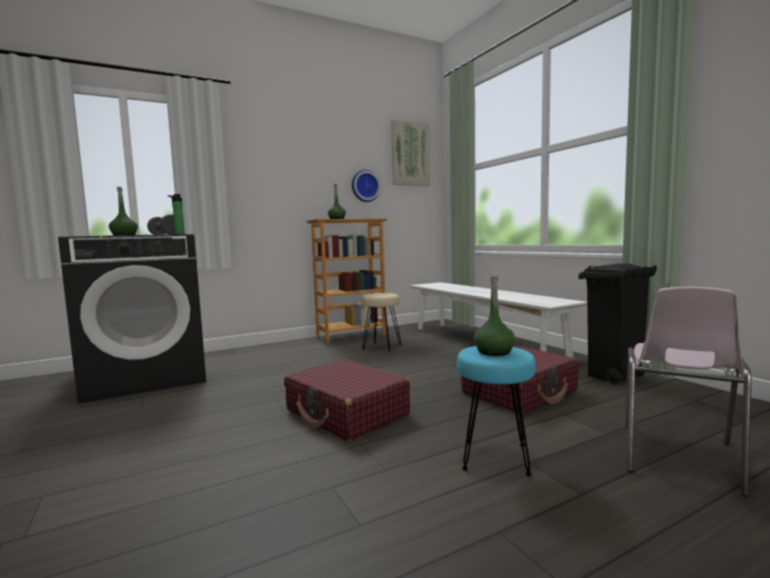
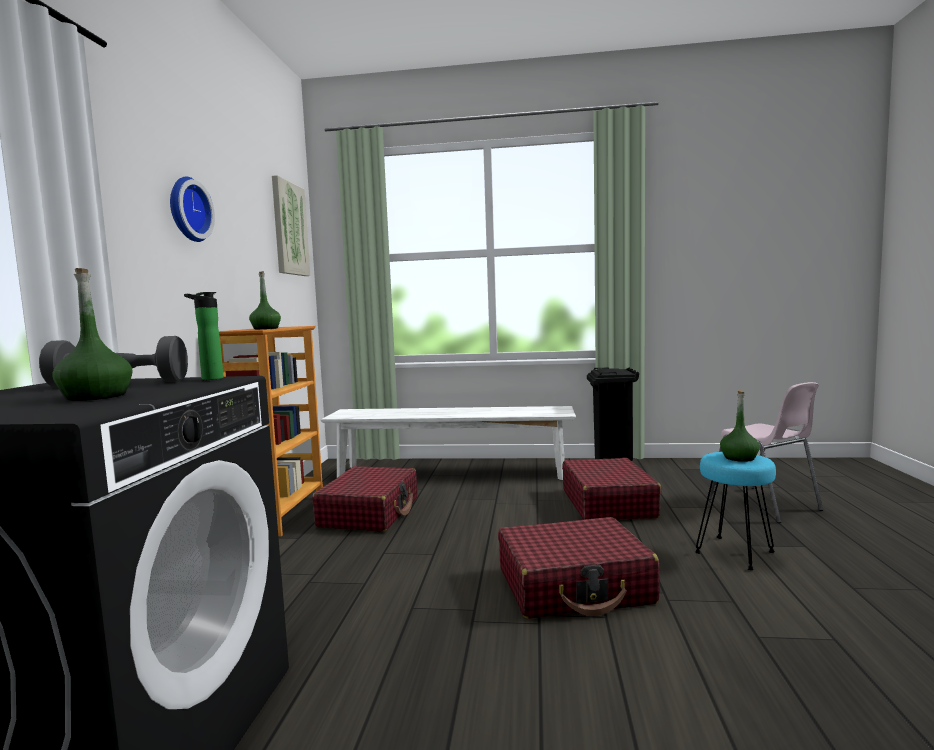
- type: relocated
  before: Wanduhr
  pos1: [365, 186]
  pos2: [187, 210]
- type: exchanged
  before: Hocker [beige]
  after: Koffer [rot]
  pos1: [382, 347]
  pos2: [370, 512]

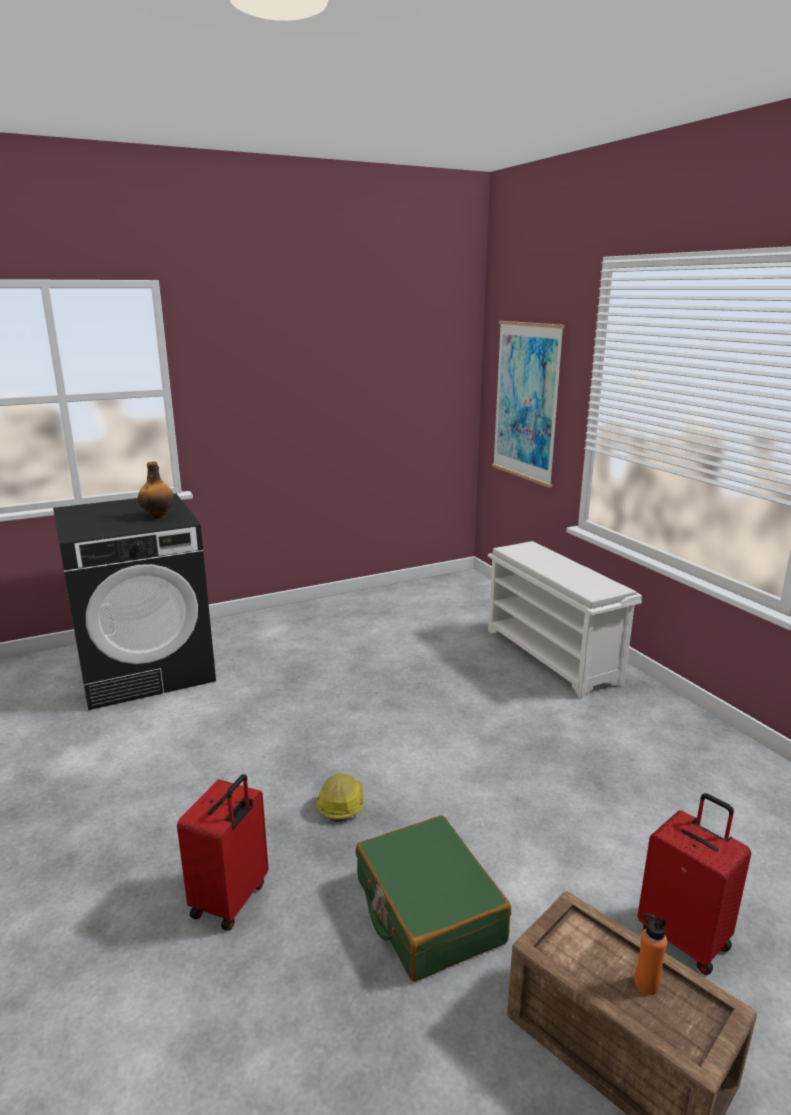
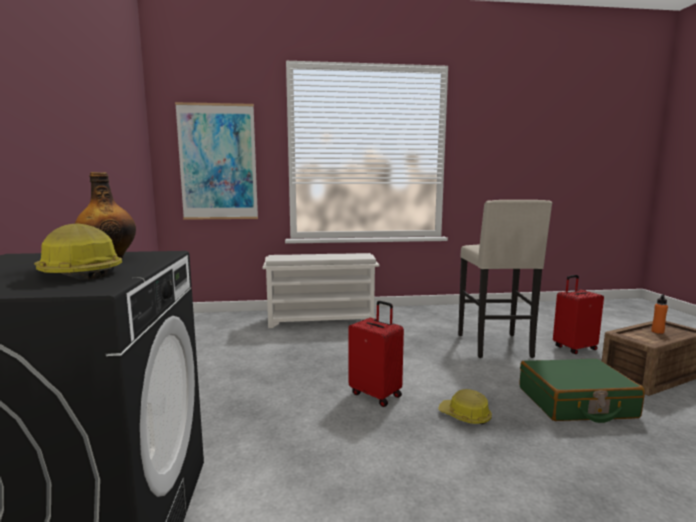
- type: appeared
  after: Schutzhelm
  pos2: [77, 273]
- type: relocated
  before: Koffer [rot]
  pos1: [231, 900]
  pos2: [376, 394]
- type: appeared
  after: Hocker [beige]
  pos2: [496, 346]

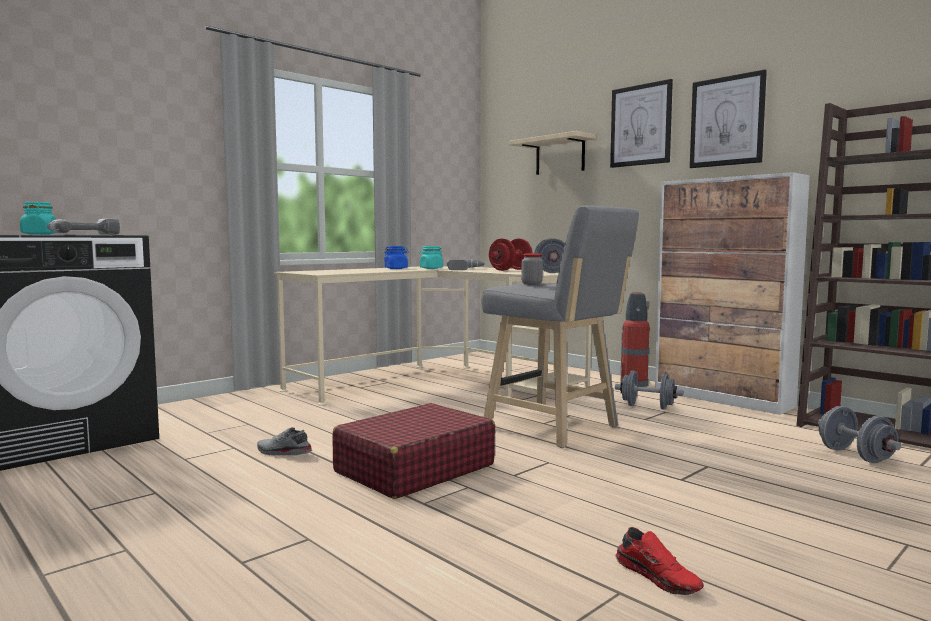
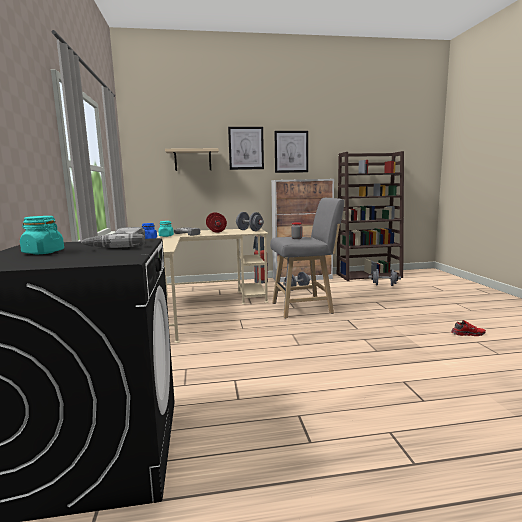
- type: missing
  before: Schuh [grau]
  pos1: [283, 453]
- type: missing
  before: Koffer [rot]
  pos1: [414, 469]

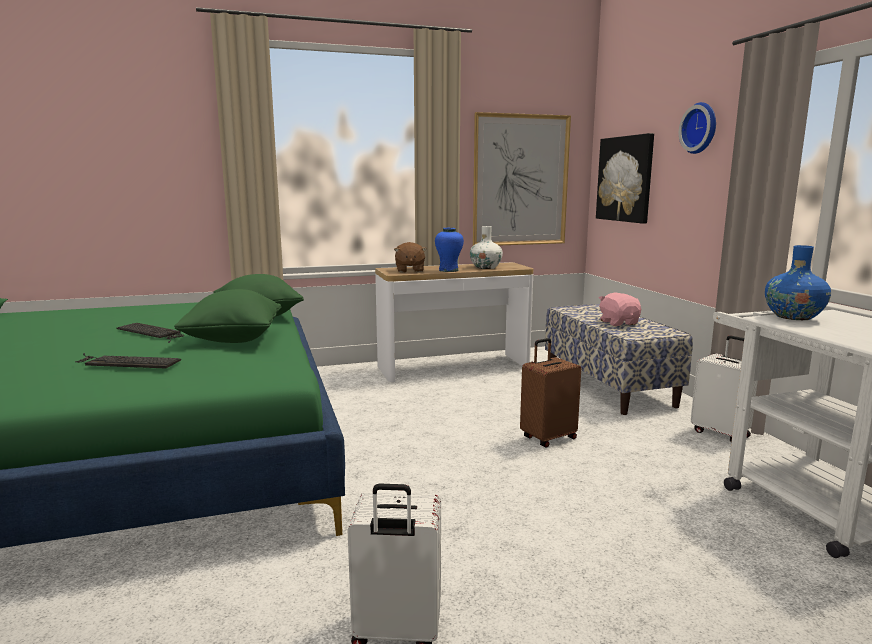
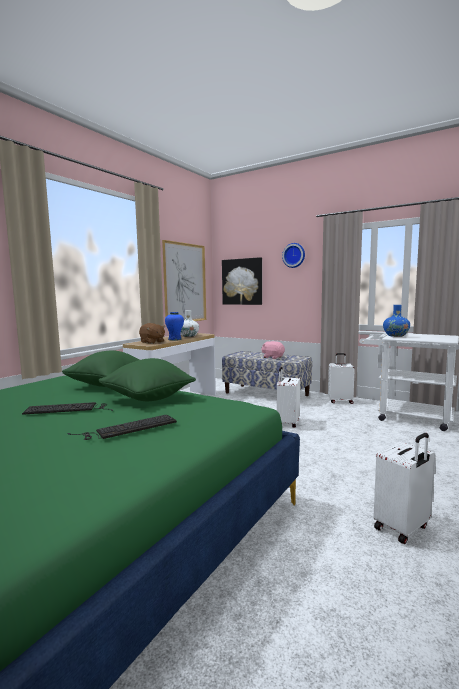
- type: colour
  before: Koffer [braun]
  after: Koffer [weiß]
  pos1: [547, 438]
  pos2: [287, 423]

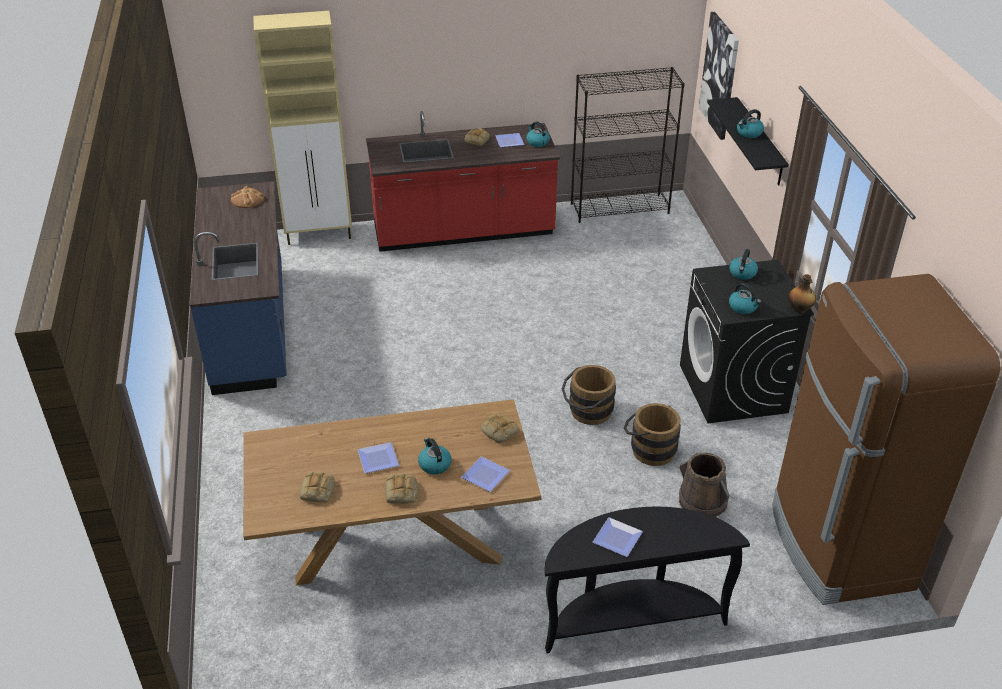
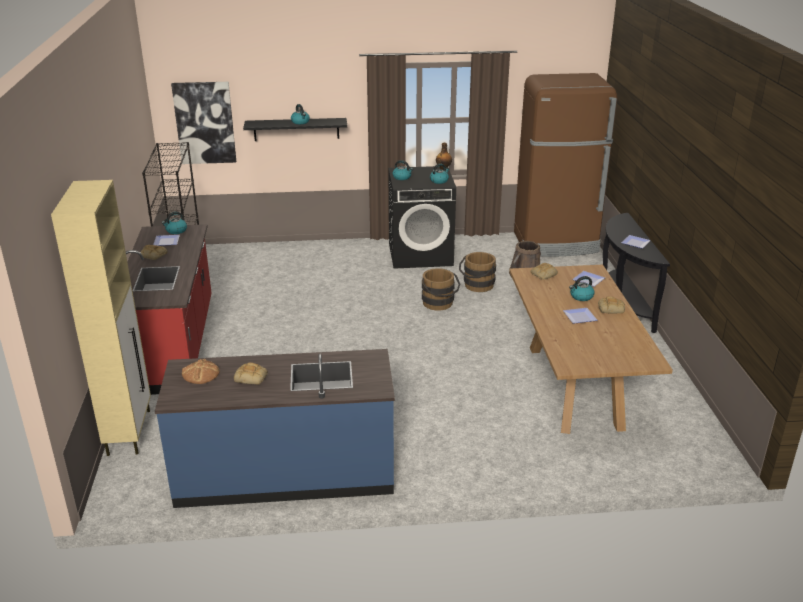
- type: relocated
  before: Brot
  pos1: [318, 490]
  pos2: [251, 377]

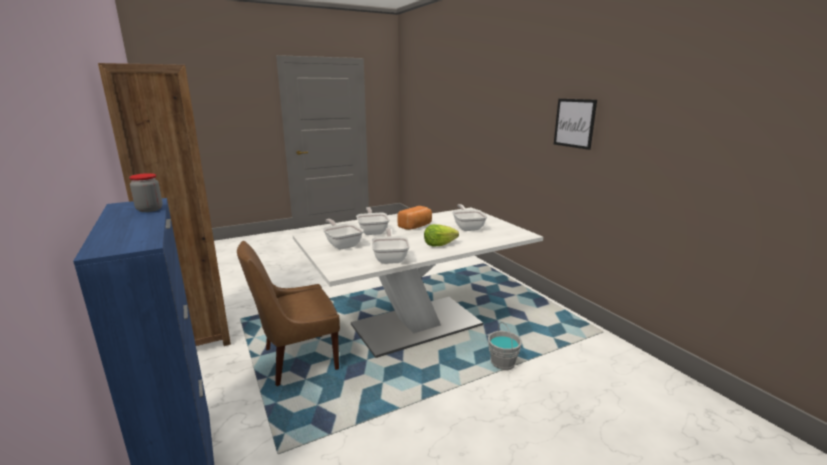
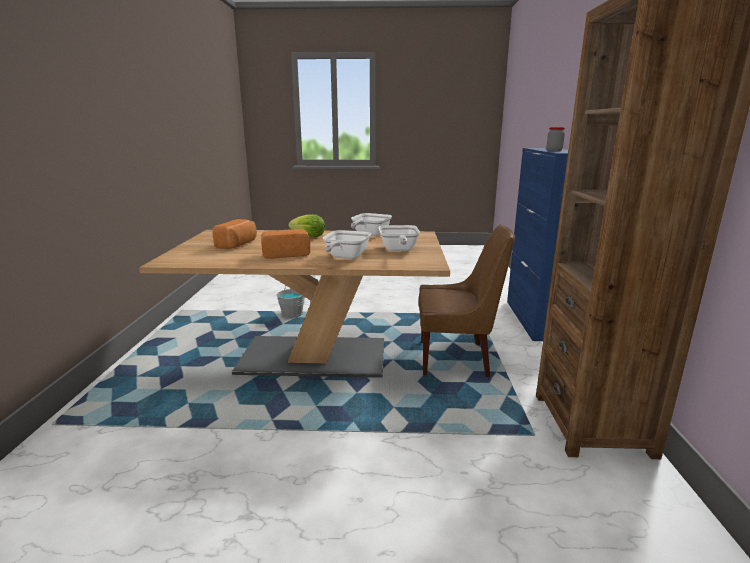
- type: colour
  before: Esstisch [weiß]
  after: Esstisch [braun]
  pos1: [416, 325]
  pos2: [313, 357]
- type: exchanged
  before: Pfanne
  after: Brot
  pos1: [468, 227]
  pos2: [238, 244]
- type: missing
  before: Bild
  pos1: [574, 123]

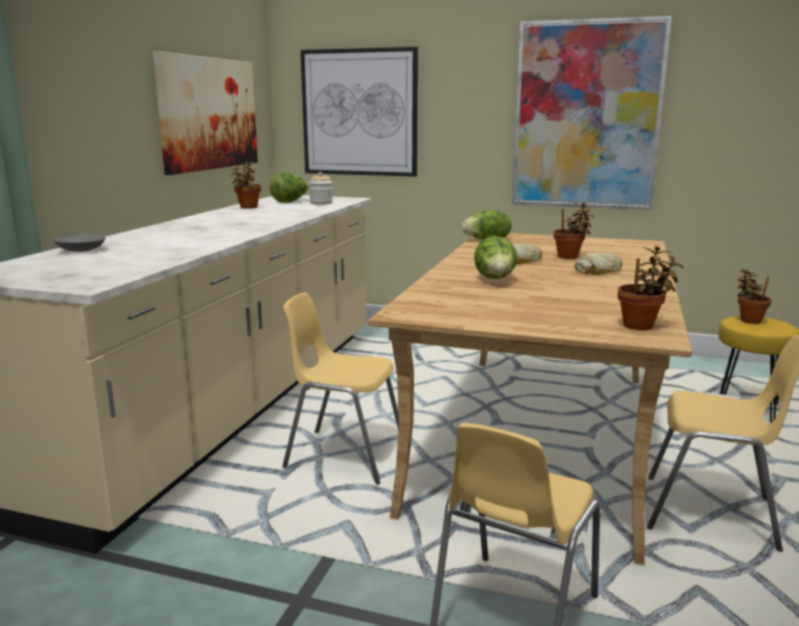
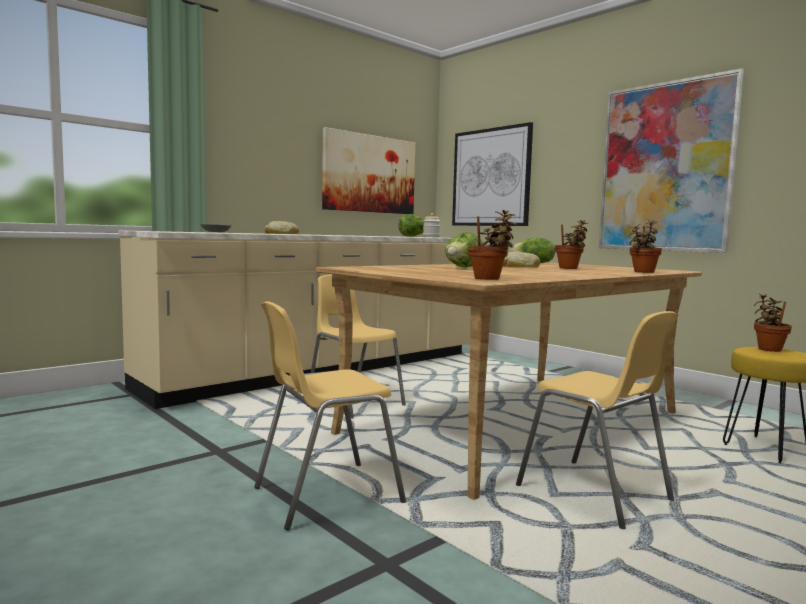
- type: relocated
  before: Brot
  pos1: [599, 271]
  pos2: [282, 233]
- type: relocated
  before: Topfpflanze
  pos1: [247, 207]
  pos2: [643, 272]

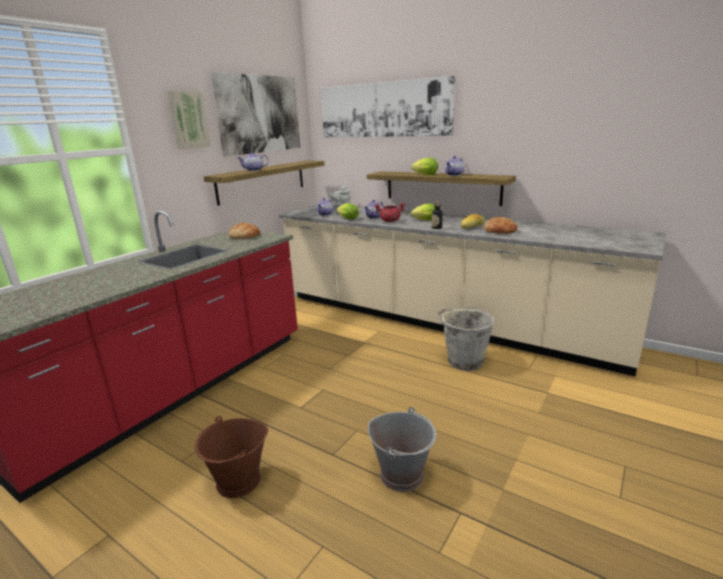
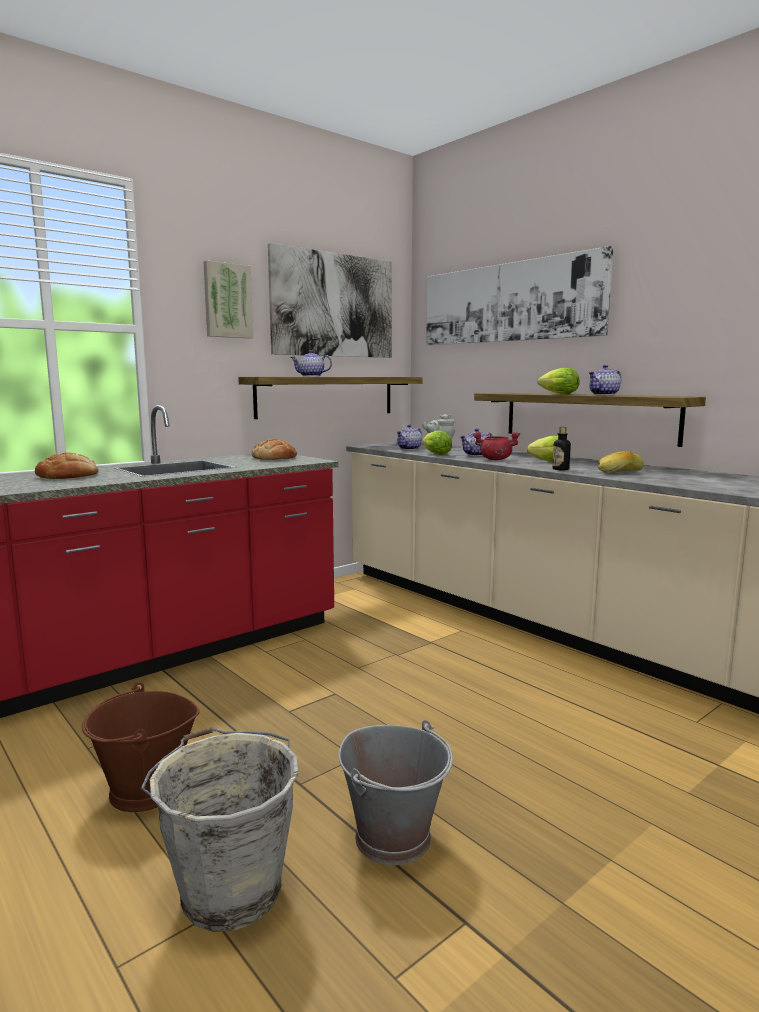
- type: relocated
  before: Brot
  pos1: [500, 230]
  pos2: [68, 476]
- type: relocated
  before: Eimer [grau]
  pos1: [464, 361]
  pos2: [230, 889]

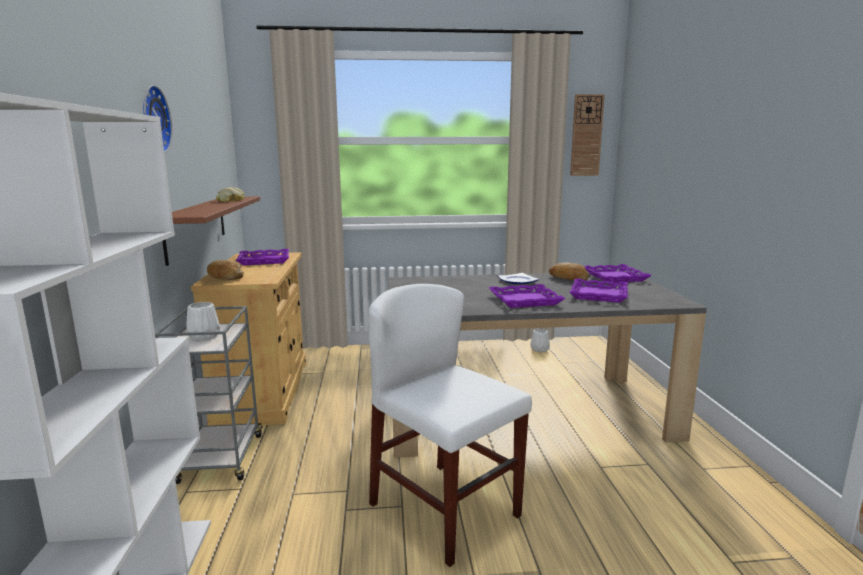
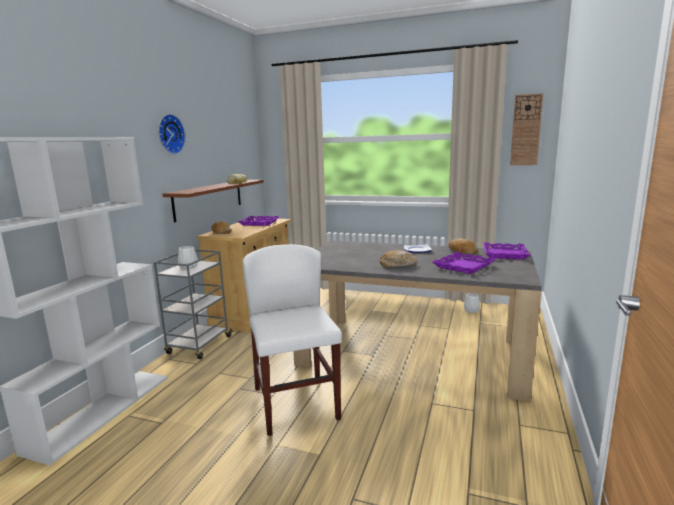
- type: exchanged
  before: Tablett [lila]
  after: Brot
  pos1: [525, 300]
  pos2: [397, 264]

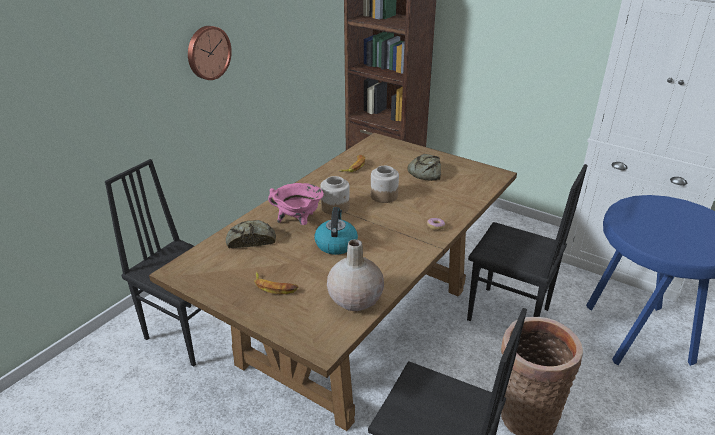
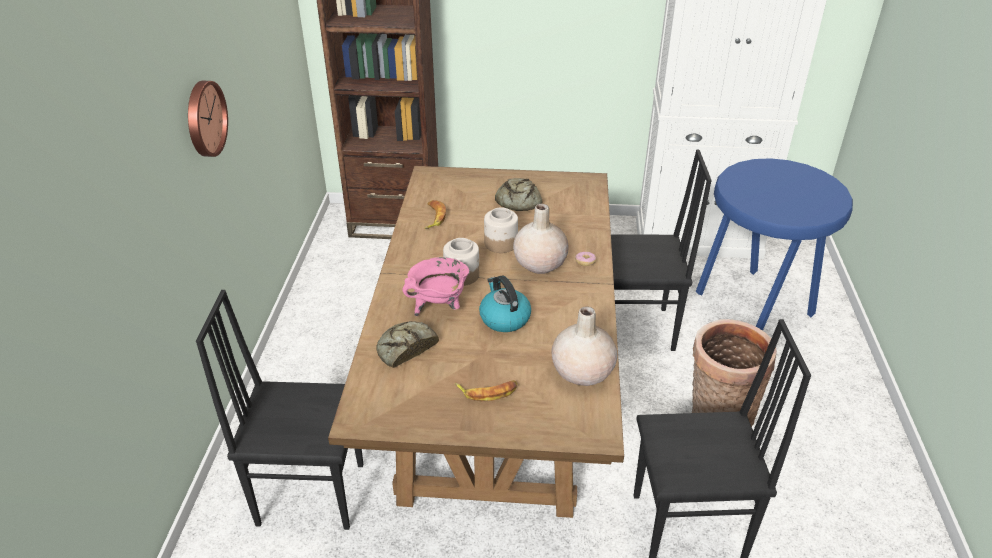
- type: appeared
  after: Vase [beige]
  pos2: [539, 264]

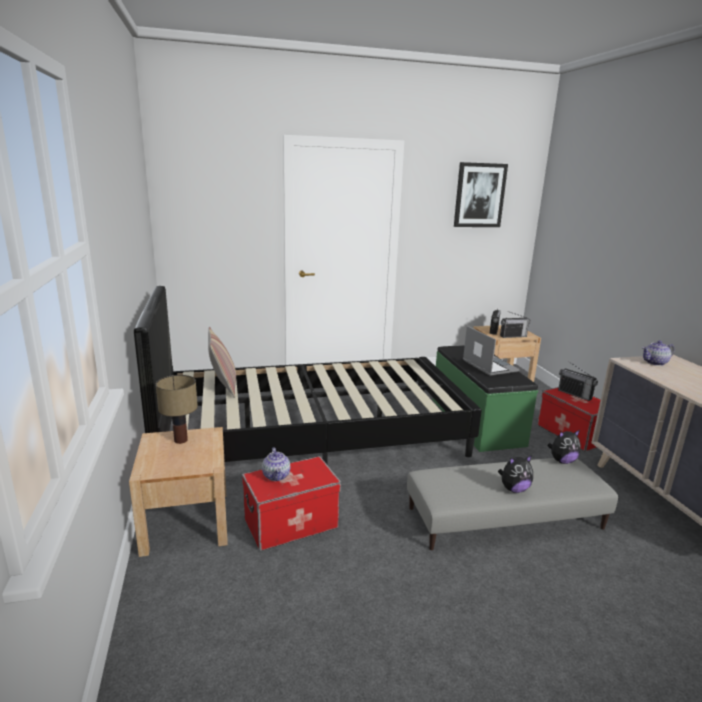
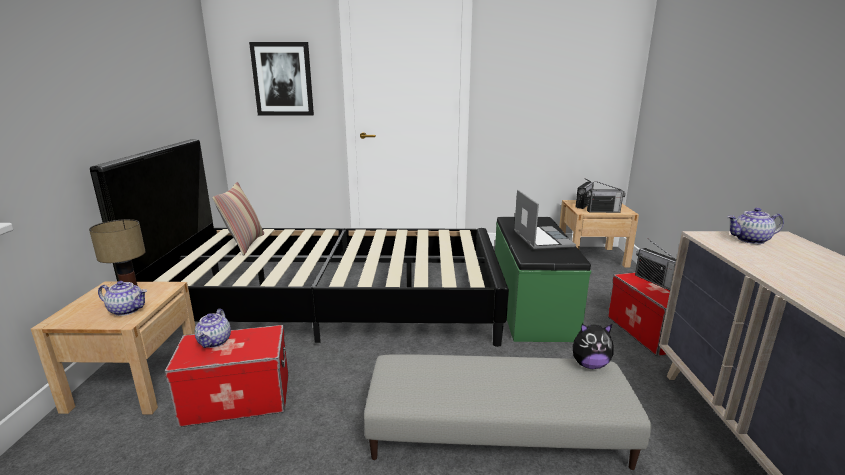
- type: appeared
  after: Teekanne
  pos2: [127, 310]
- type: relocated
  before: Bild
  pos1: [479, 195]
  pos2: [283, 79]
- type: missing
  before: Plüschtier
  pos1: [514, 489]

